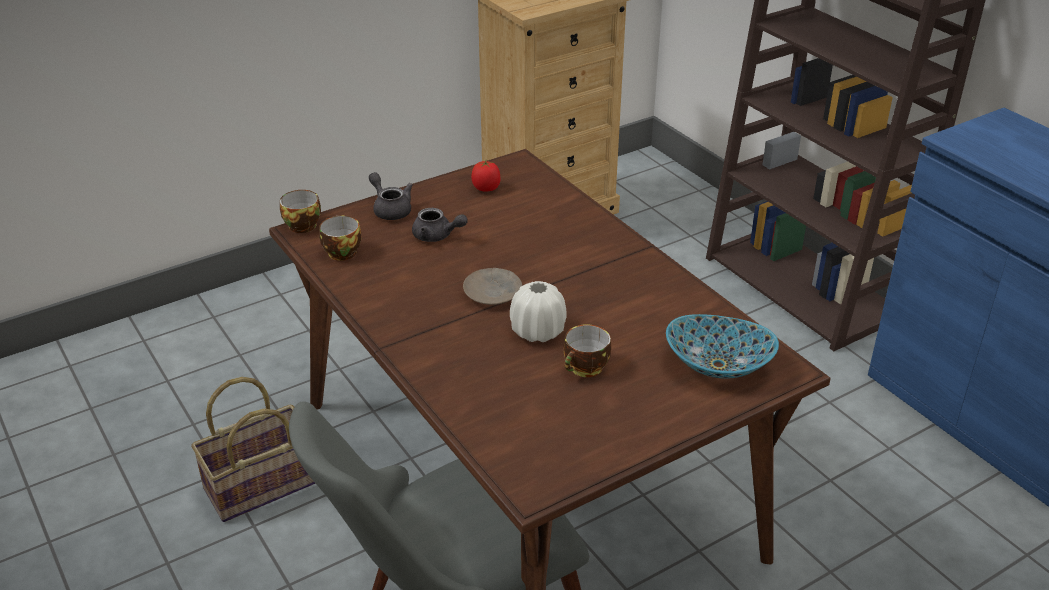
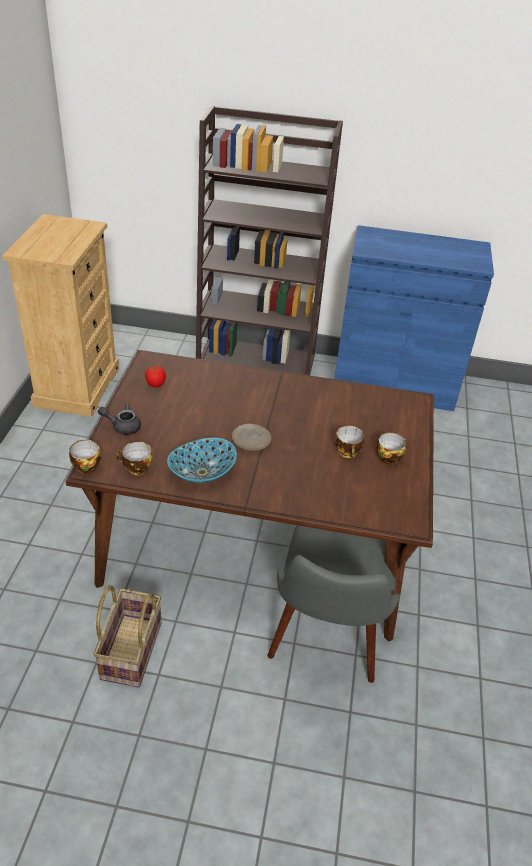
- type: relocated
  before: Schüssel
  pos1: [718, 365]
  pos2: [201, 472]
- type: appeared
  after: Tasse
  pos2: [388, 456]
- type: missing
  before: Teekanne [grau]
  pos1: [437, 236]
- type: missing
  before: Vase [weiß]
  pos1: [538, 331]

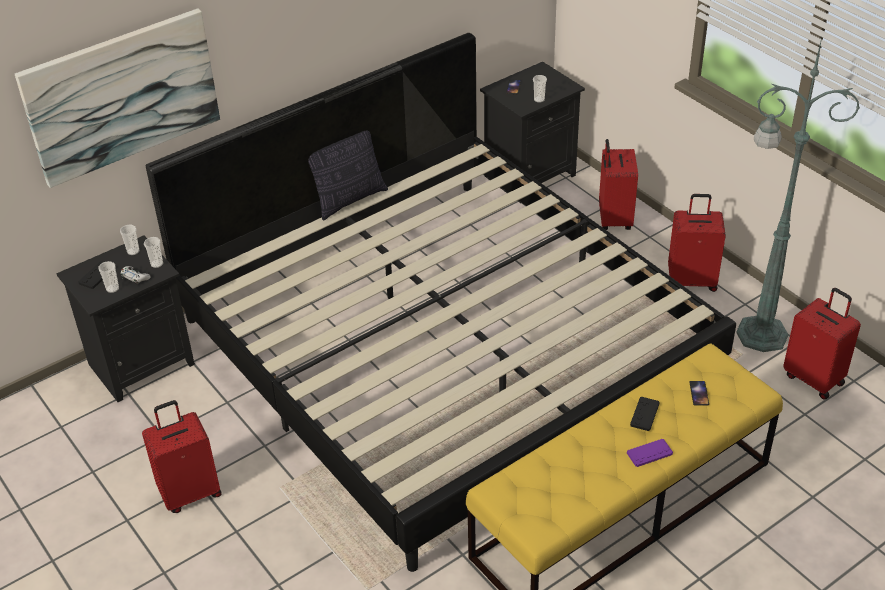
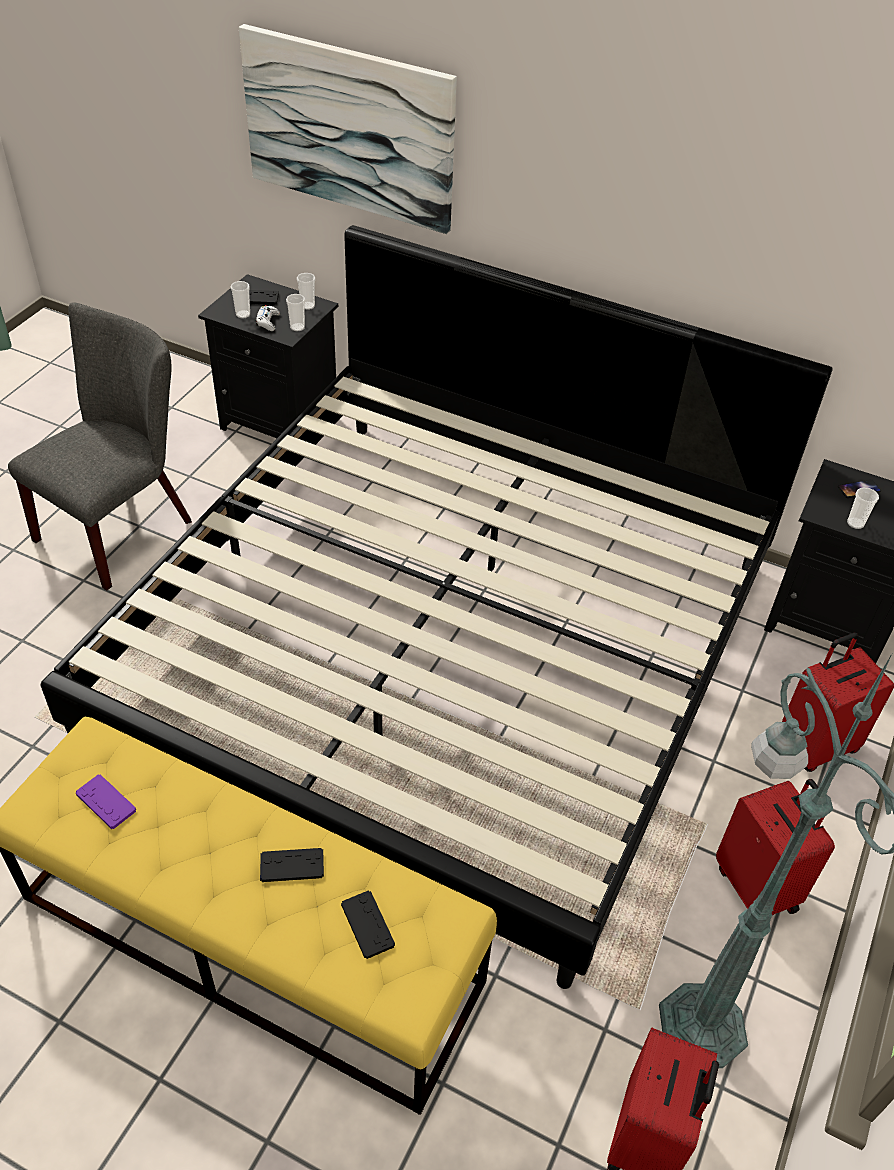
- type: exchanged
  before: Koffer [rot]
  after: Stuhl [grau]
  pos1: [190, 492]
  pos2: [122, 526]
- type: relocated
  before: Gamepad [lila]
  pos1: [649, 453]
  pos2: [106, 802]
- type: exchanged
  before: Handy
  after: Gamepad [schwarz]
  pos1: [699, 393]
  pos2: [367, 925]
- type: missing
  before: Kissen
  pos1: [349, 200]

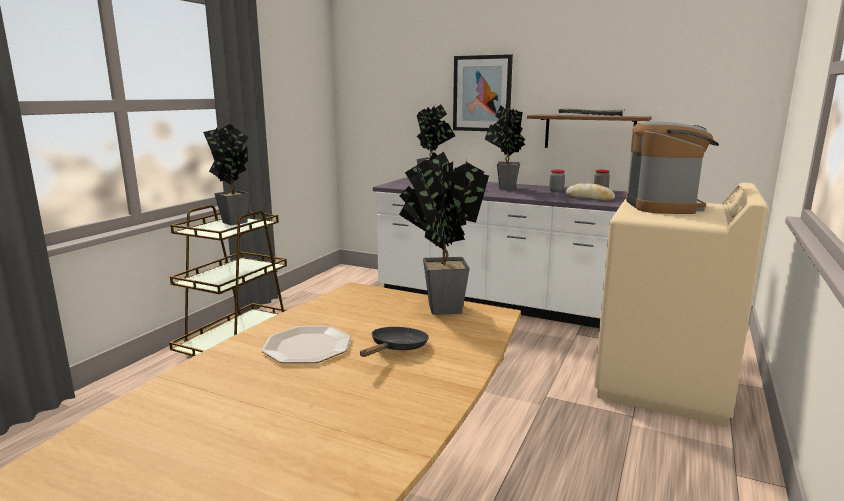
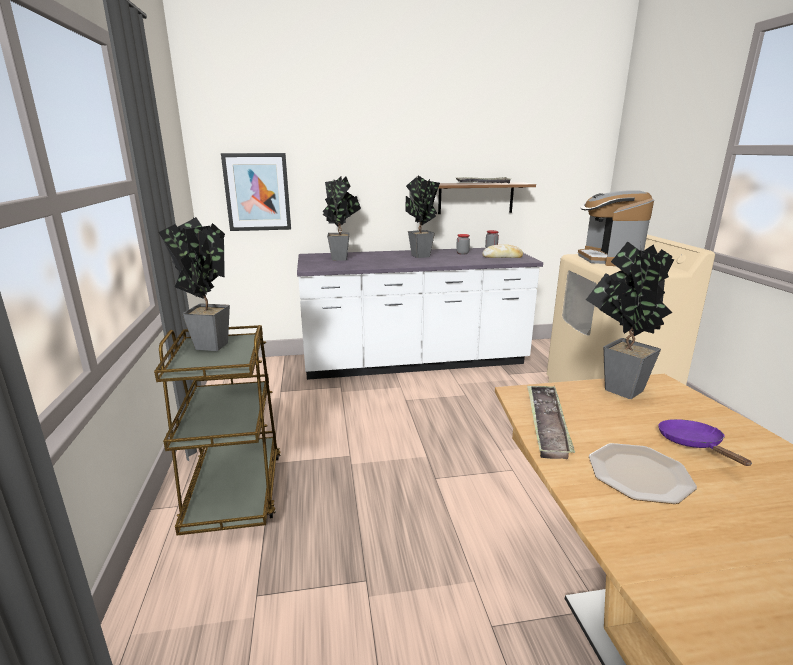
- type: relocated
  before: Bild
  pos1: [482, 93]
  pos2: [257, 192]
- type: appeared
  after: Tablett
  pos2: [546, 424]
- type: spun
  before: Kaffeemaschine
  pos1: [663, 206]
  pos2: [608, 259]
  turn: -150
- type: colour
  before: Pfanne [schwarz]
  after: Pfanne [lila]
  pos1: [396, 348]
  pos2: [693, 444]

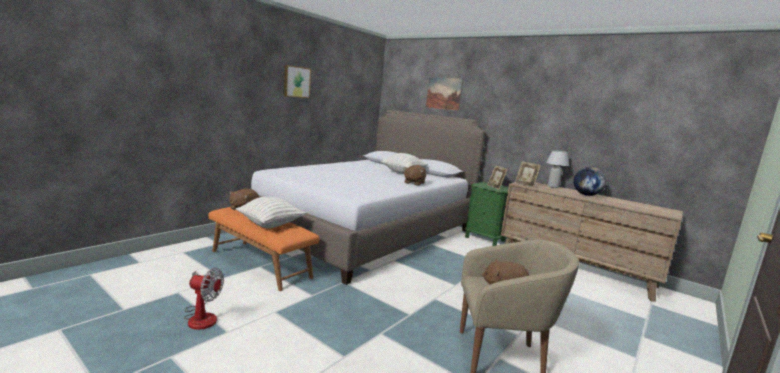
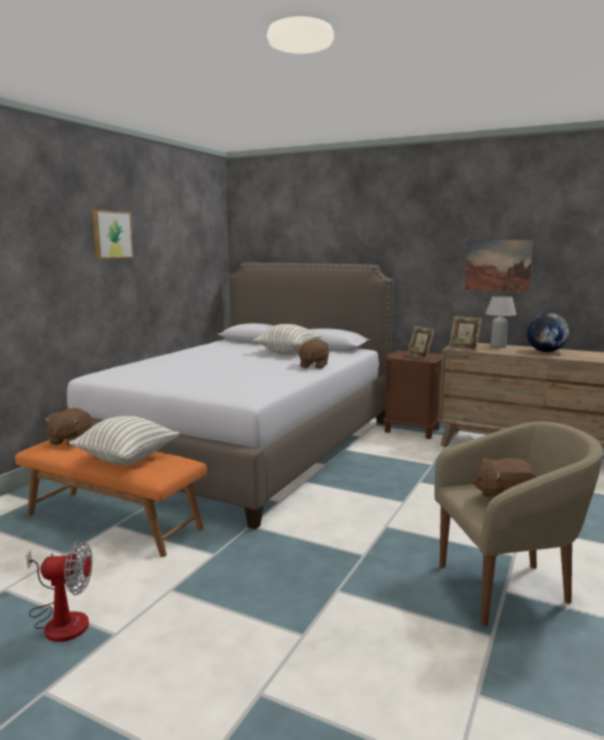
- type: colour
  before: Nachttisch [grün]
  after: Nachttisch [braun]
  pos1: [485, 239]
  pos2: [412, 430]
- type: relocated
  before: Bild
  pos1: [444, 93]
  pos2: [498, 265]

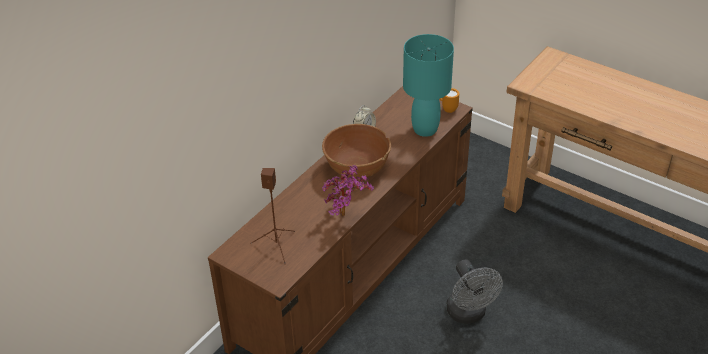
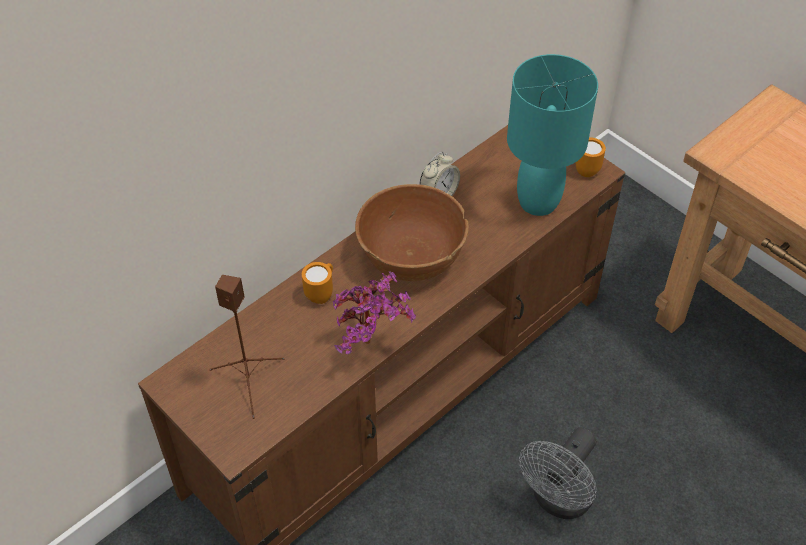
- type: appeared
  after: Henkelbecher [orange]
  pos2: [321, 293]
- type: spun
  before: Ventilator [grau]
  pos1: [469, 314]
  pos2: [558, 500]
  turn: 45

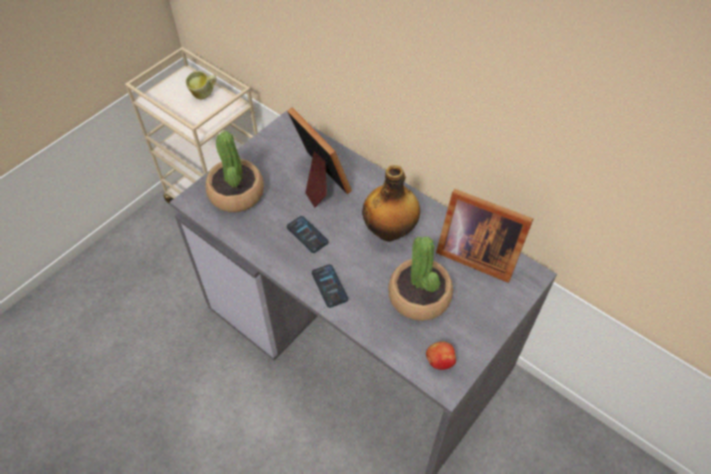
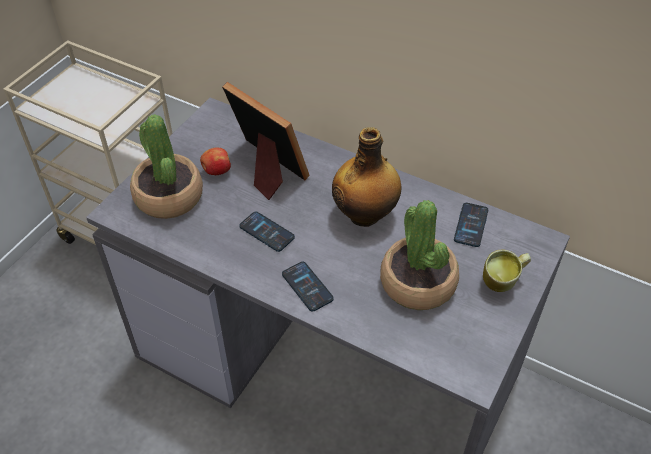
- type: relocated
  before: Apfel
  pos1: [439, 361]
  pos2: [216, 171]
- type: exchanged
  before: Bilderrahmen
  after: Handy
  pos1: [475, 252]
  pos2: [471, 225]
- type: relocated
  before: Henkelbecher
  pos1: [204, 95]
  pos2: [502, 283]

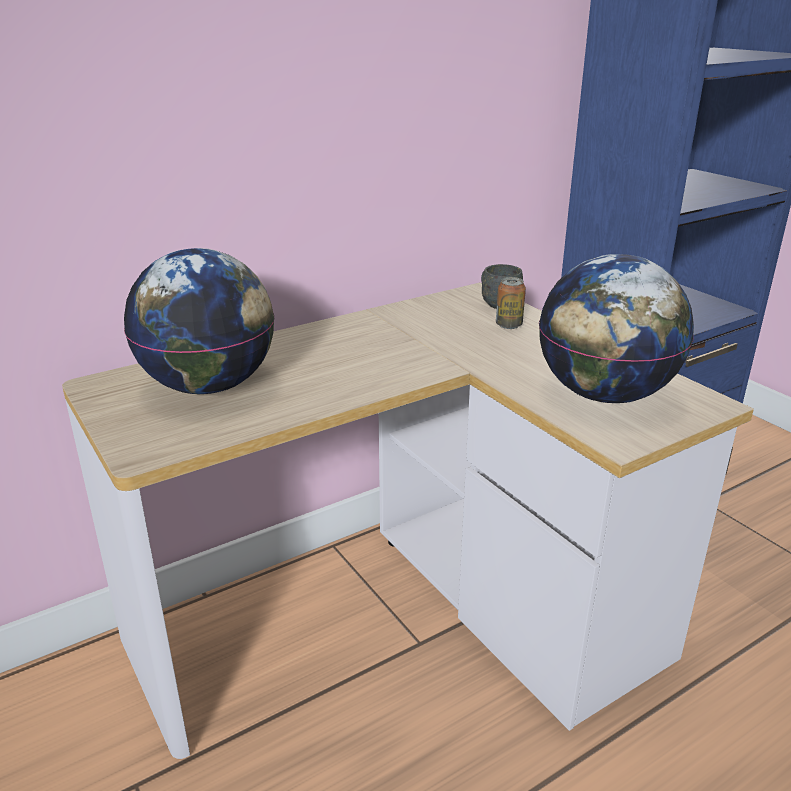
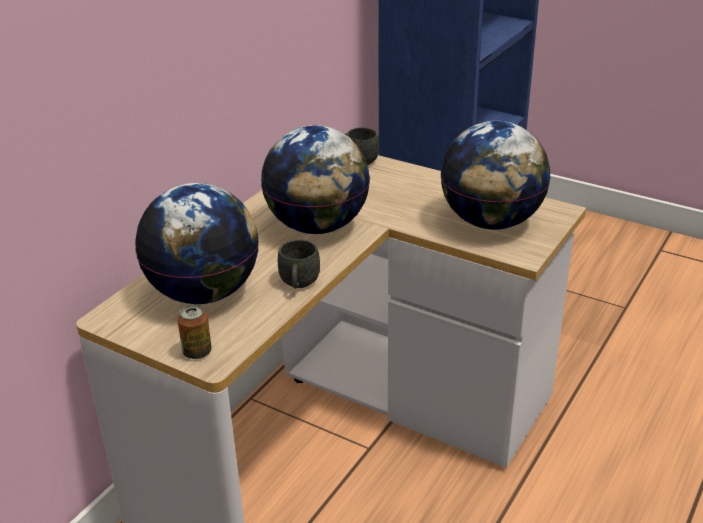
- type: relocated
  before: Dose
  pos1: [509, 325]
  pos2: [197, 352]
- type: appeared
  after: Globus
  pos2: [317, 226]
- type: appeared
  after: Henkelbecher [grau]
  pos2: [299, 284]

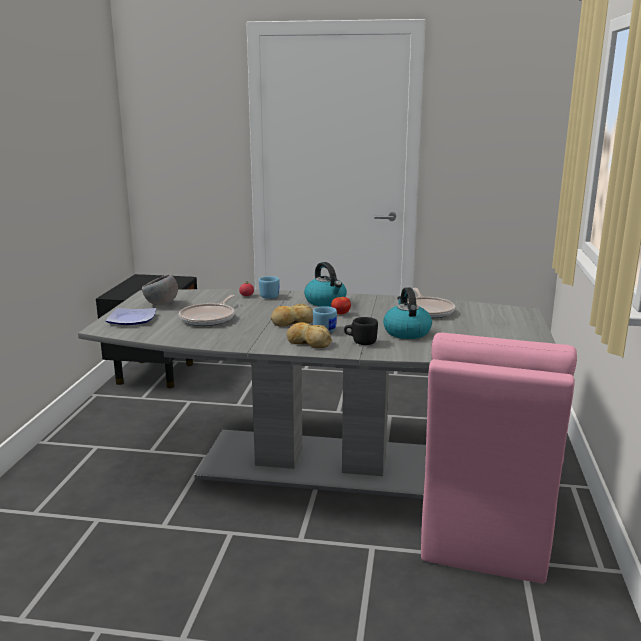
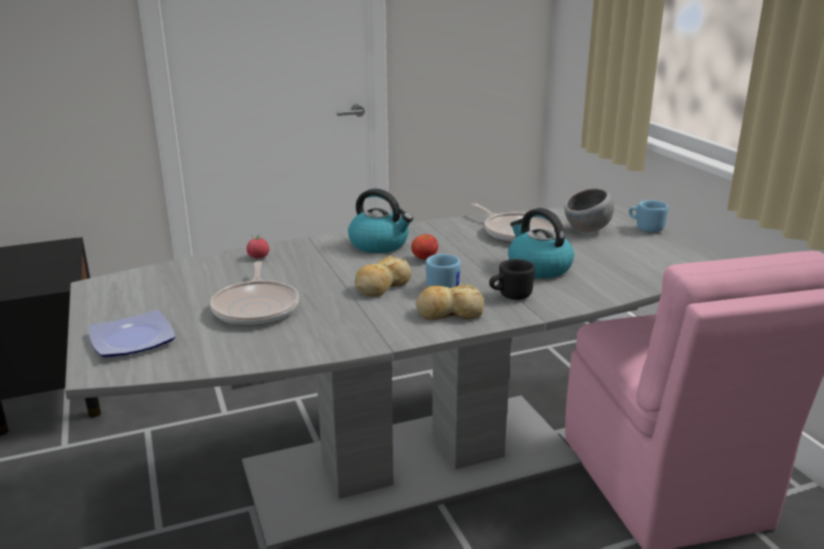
- type: relocated
  before: Schüssel [grau]
  pos1: [161, 304]
  pos2: [587, 230]
- type: relocated
  before: Henkelbecher [blau]
  pos1: [268, 296]
  pos2: [645, 228]

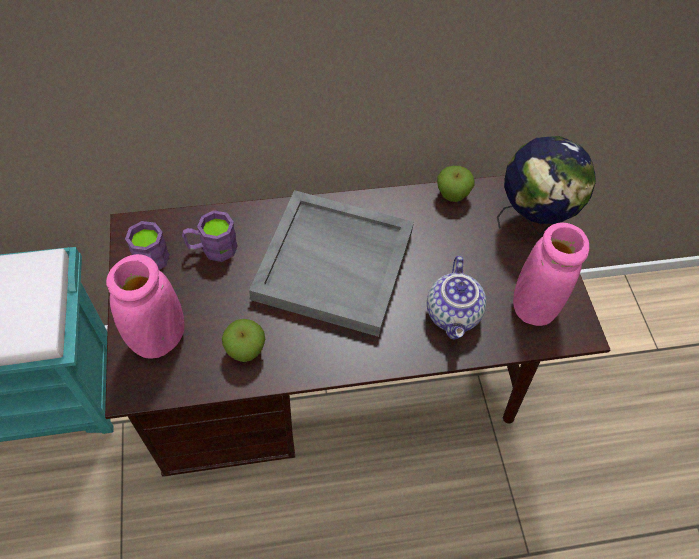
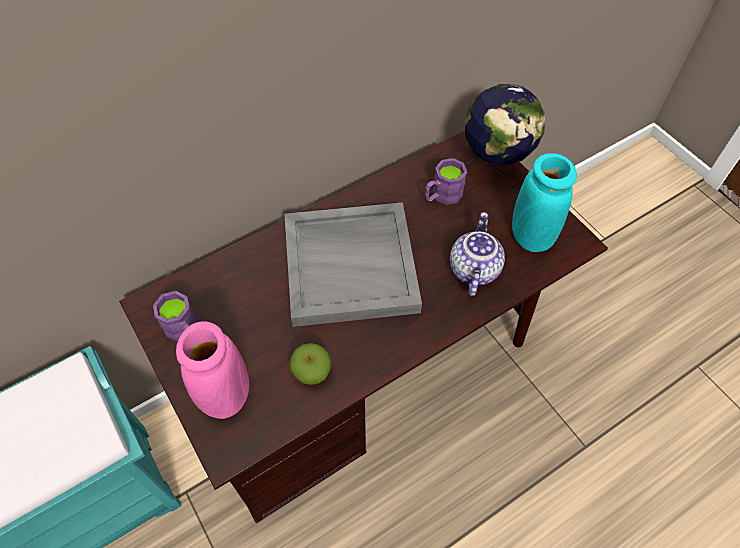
- type: relocated
  before: Henkelbecher [lila]
  pos1: [212, 248]
  pos2: [442, 196]
- type: spun
  before: Teekanne
  pos1: [454, 315]
  pos2: [472, 269]
  turn: -150
- type: colour
  before: Vase [rosa]
  after: Vase [türkis]
  pos1: [533, 306]
  pos2: [531, 236]
- type: missing
  before: Apfel
  pos1: [452, 195]

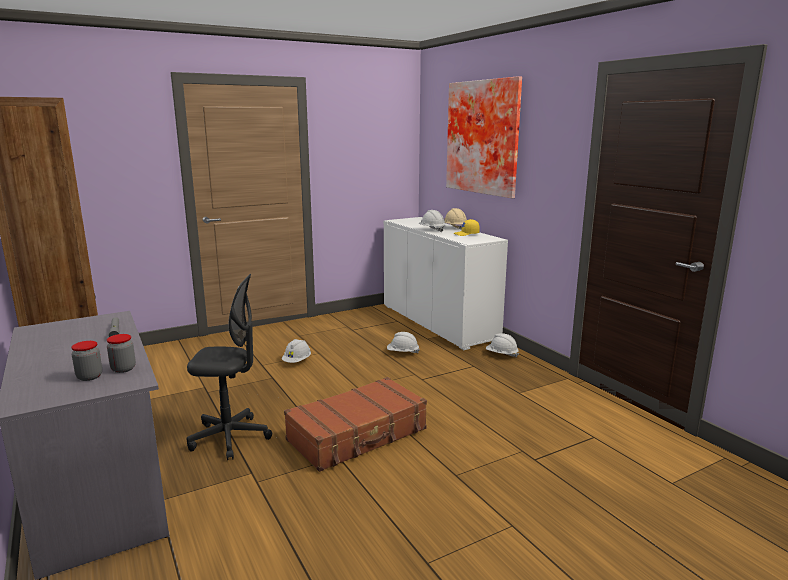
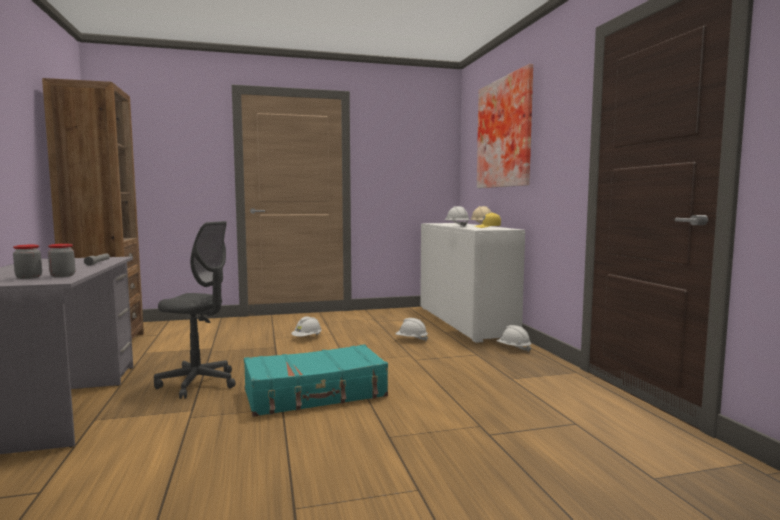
- type: colour
  before: Koffer [braun]
  after: Koffer [türkis]
  pos1: [358, 435]
  pos2: [316, 394]

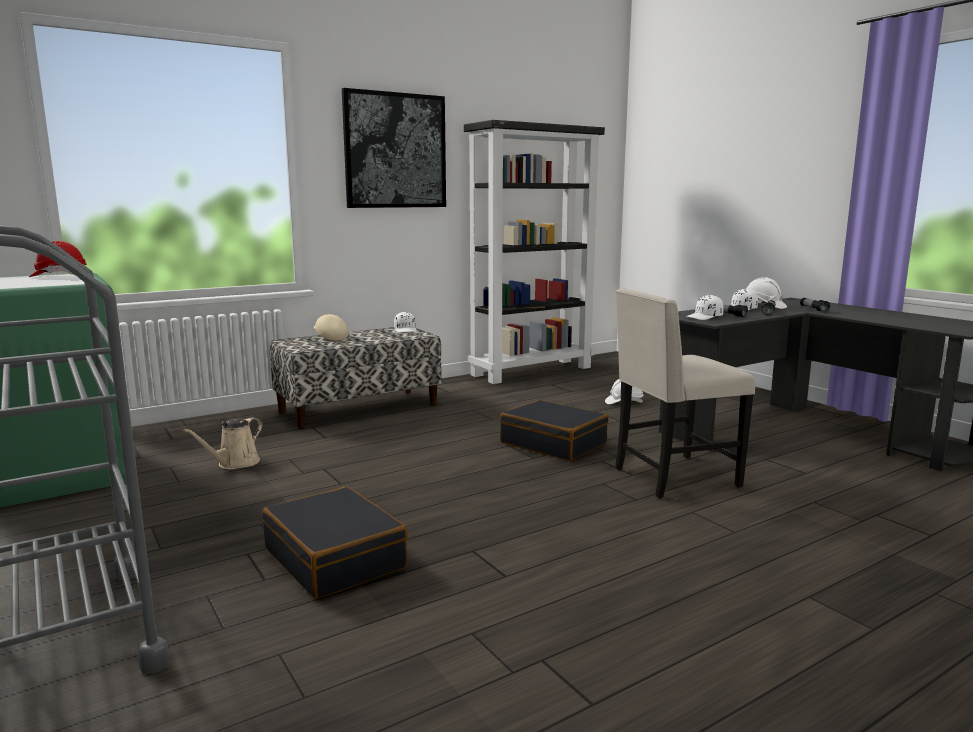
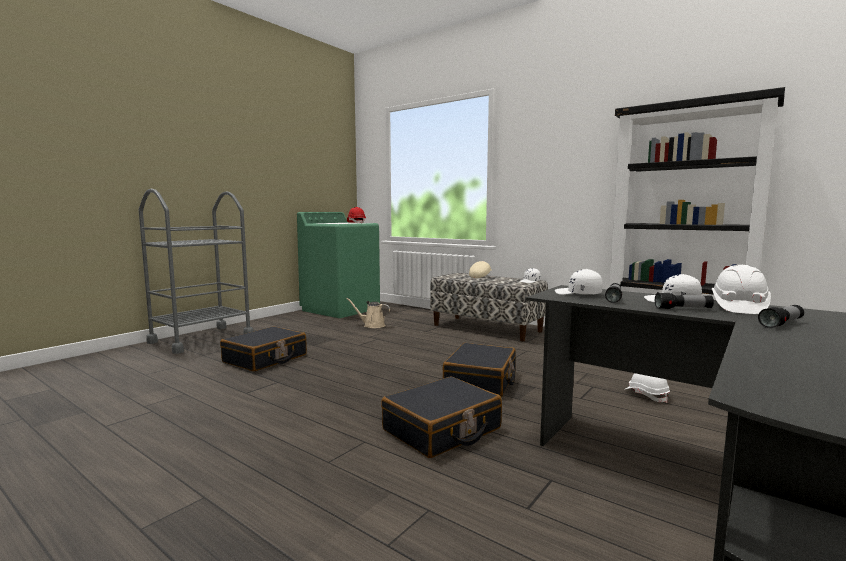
- type: exchanged
  before: Stuhl [beige]
  after: Koffer [schwarz]
  pos1: [673, 477]
  pos2: [442, 430]
- type: missing
  before: Bild
  pos1: [395, 151]

